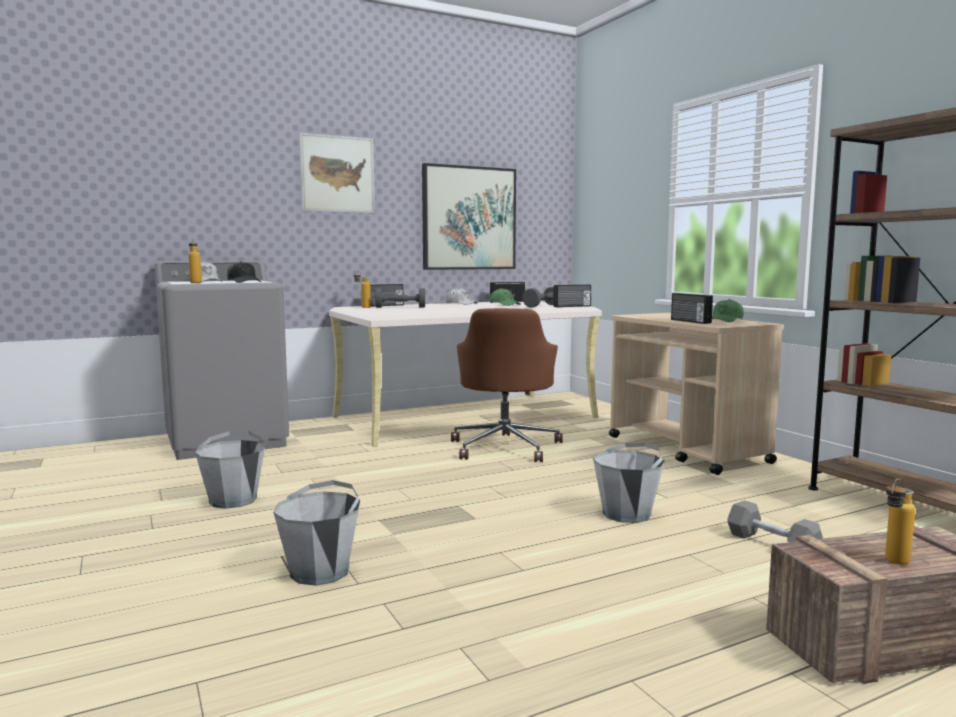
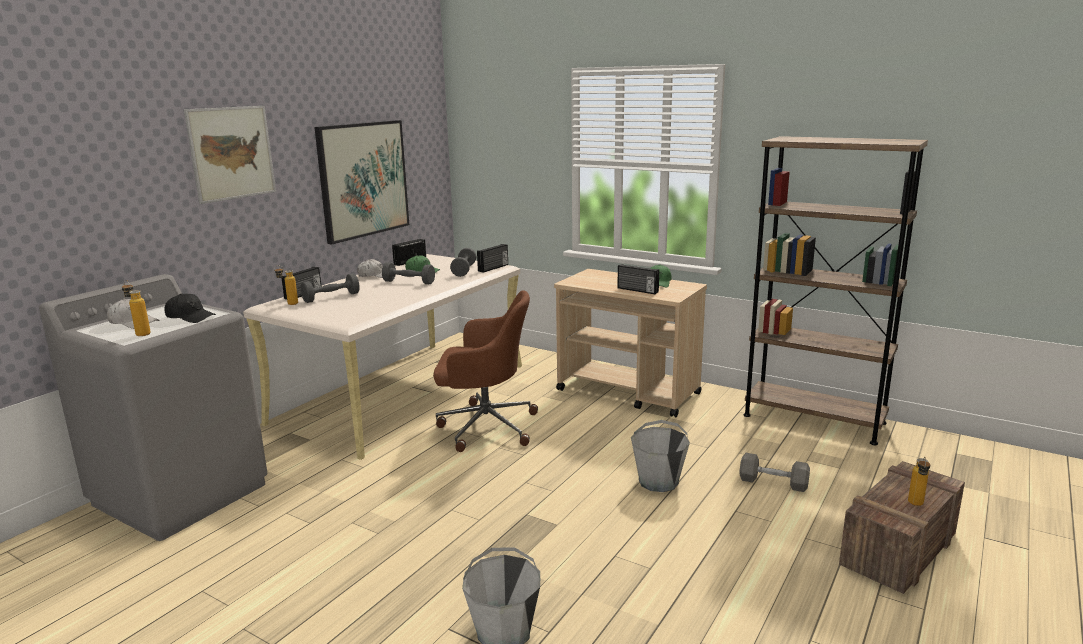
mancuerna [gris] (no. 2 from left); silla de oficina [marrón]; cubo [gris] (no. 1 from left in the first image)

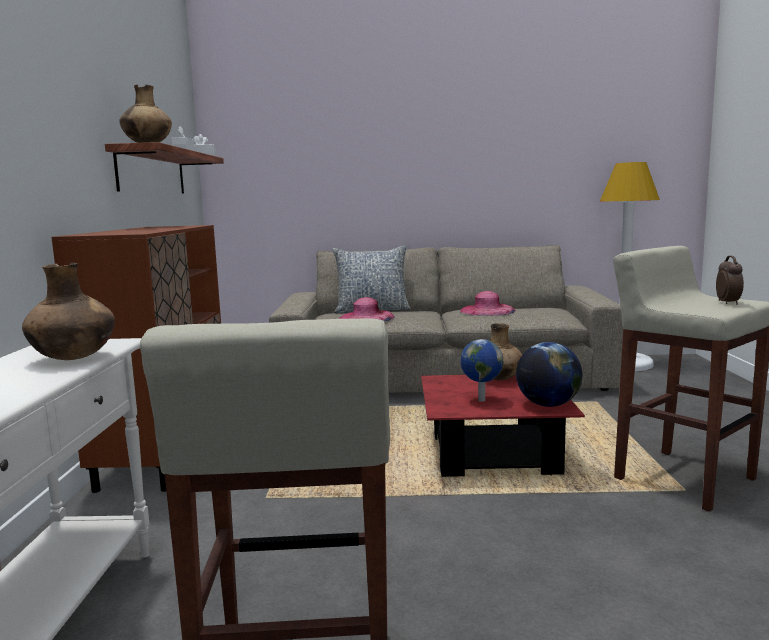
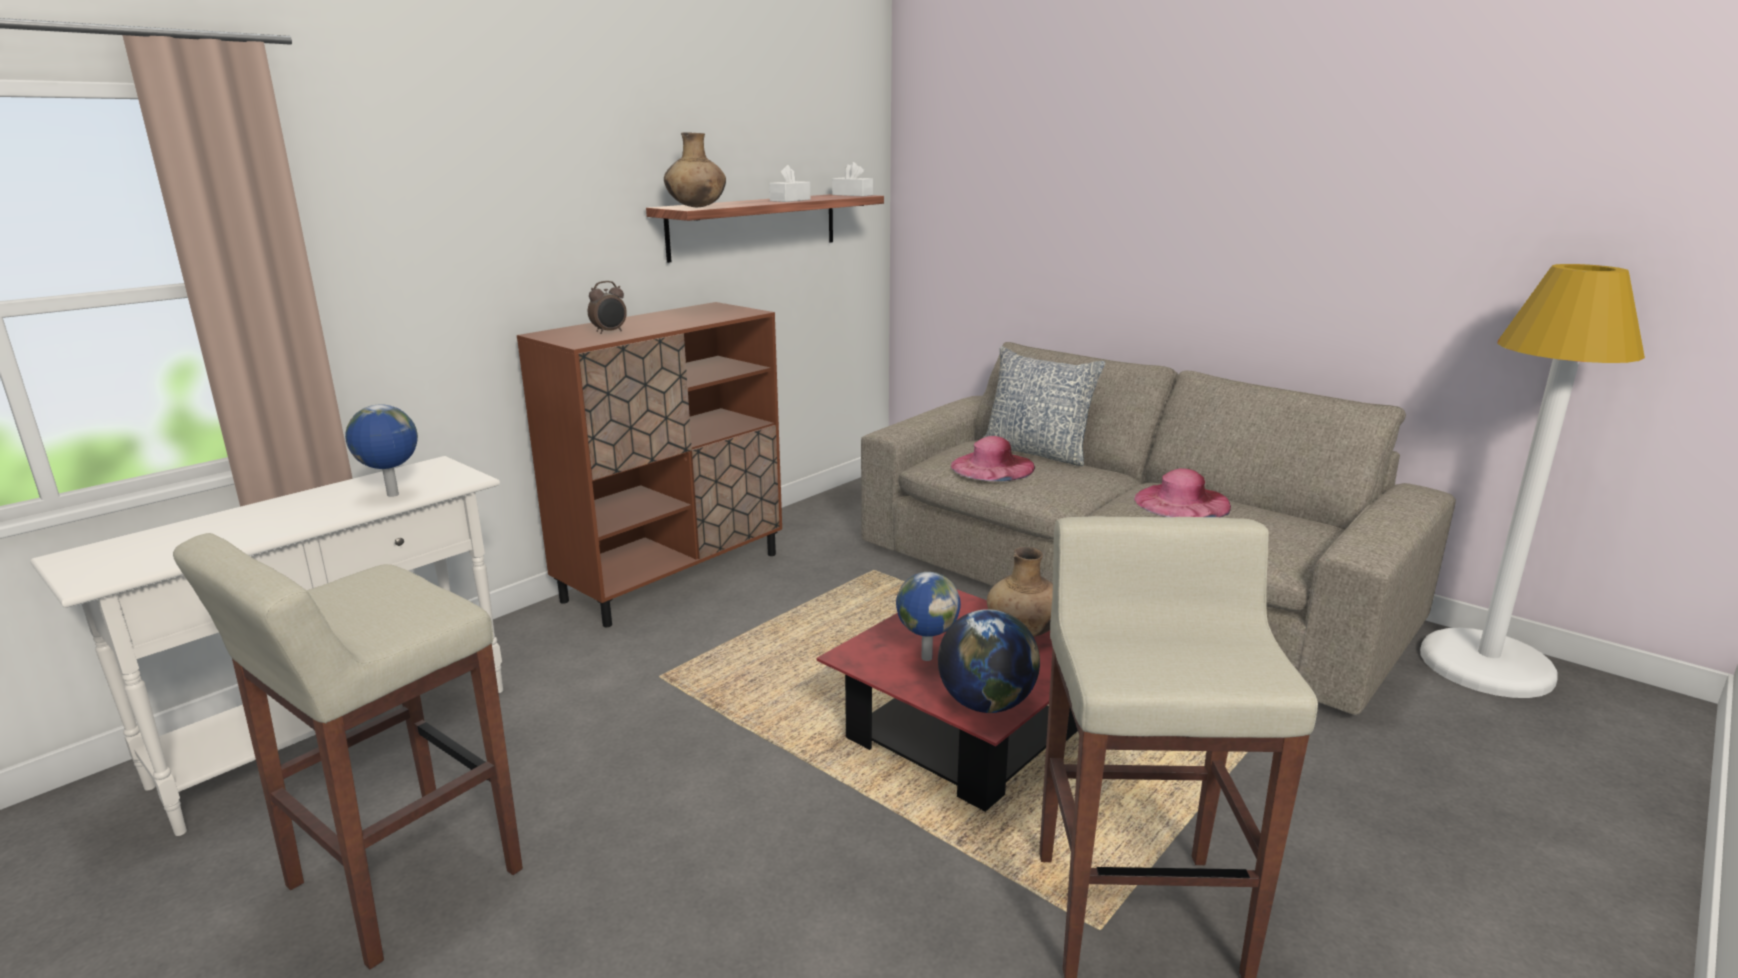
globo terráqueo (no. 1 from left); despertador

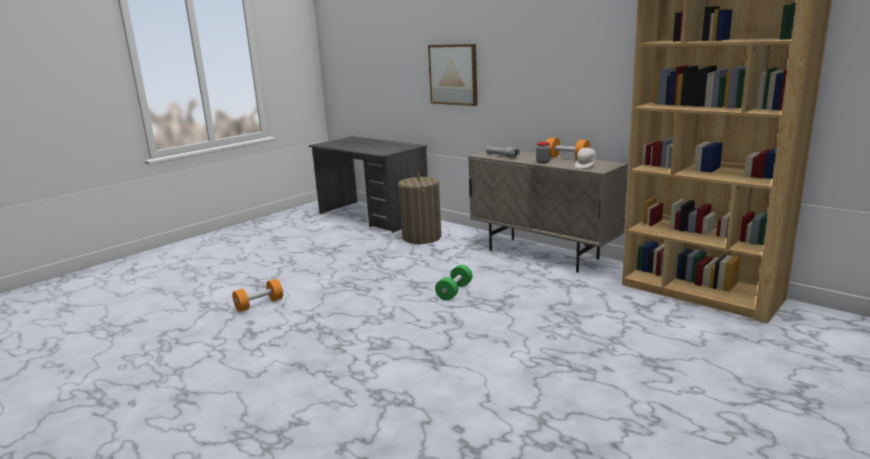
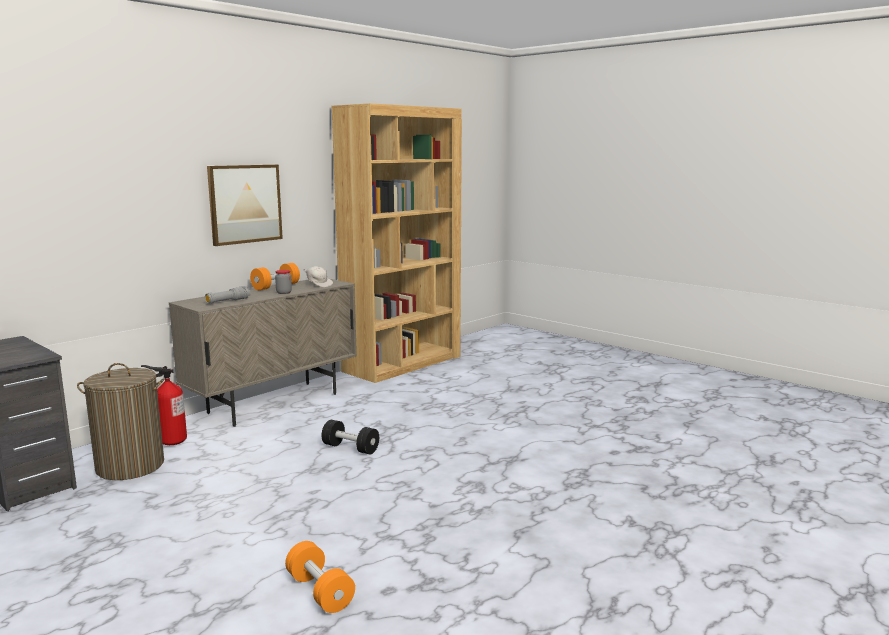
extintor; cuadro; mancuerna [negro]

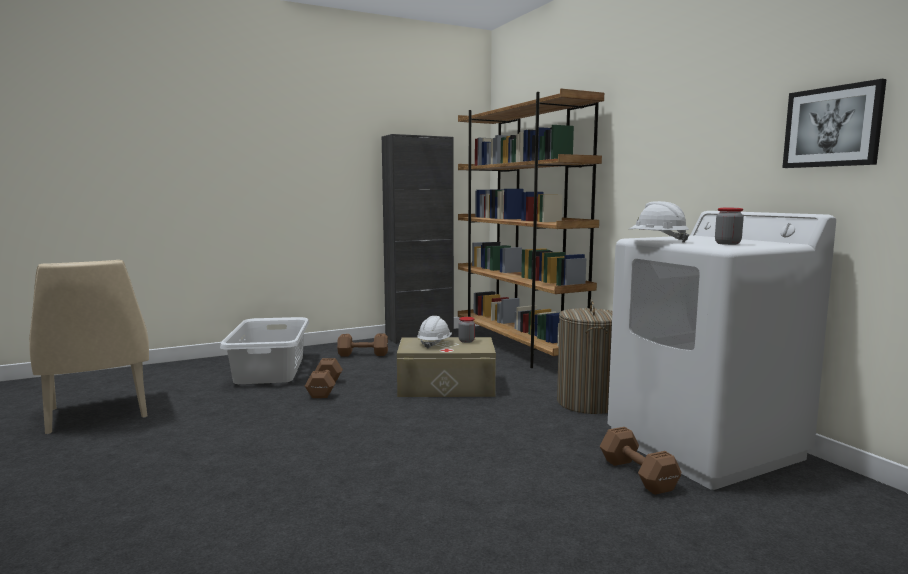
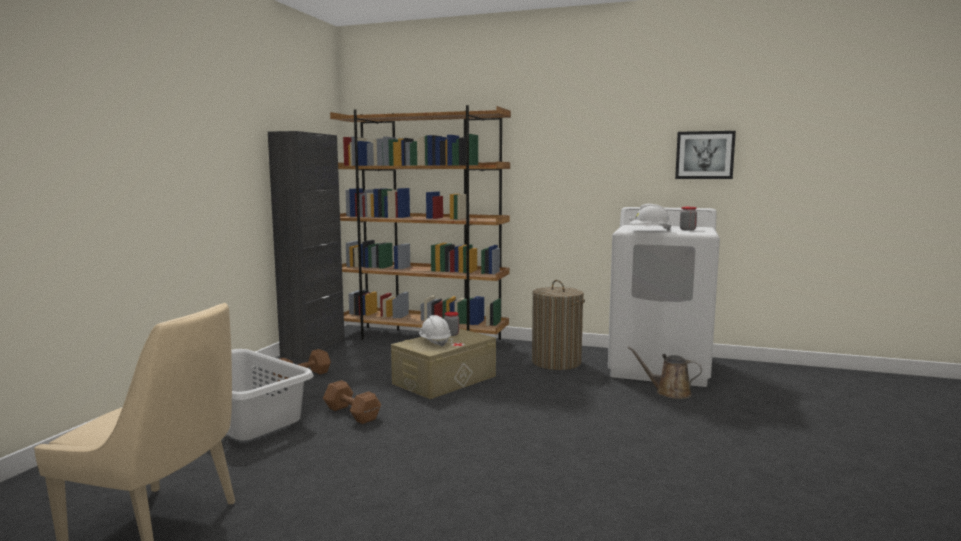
regadera [marrón]

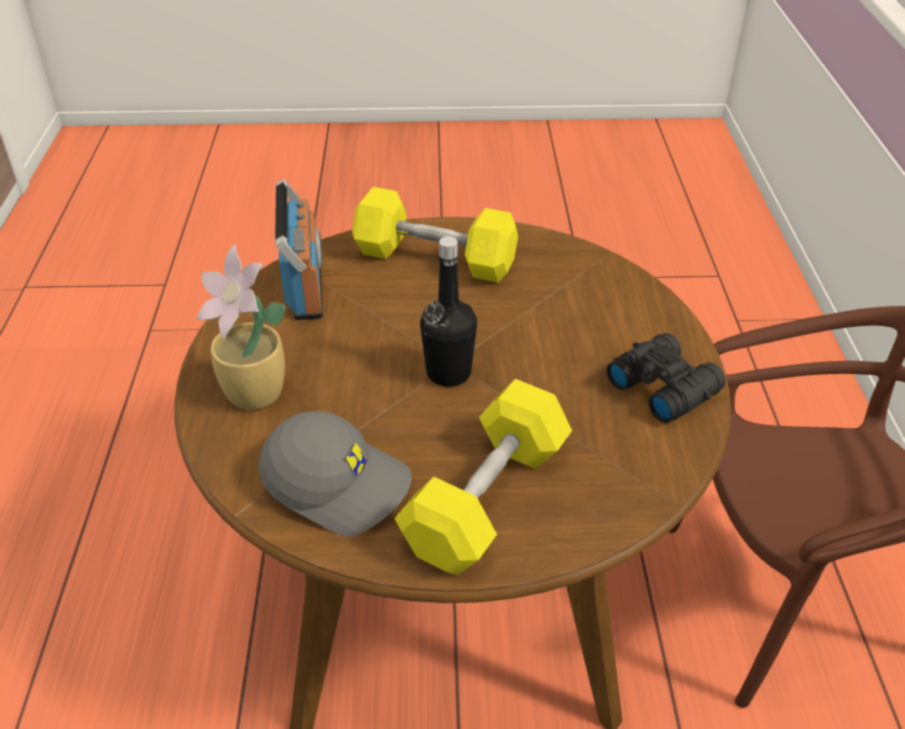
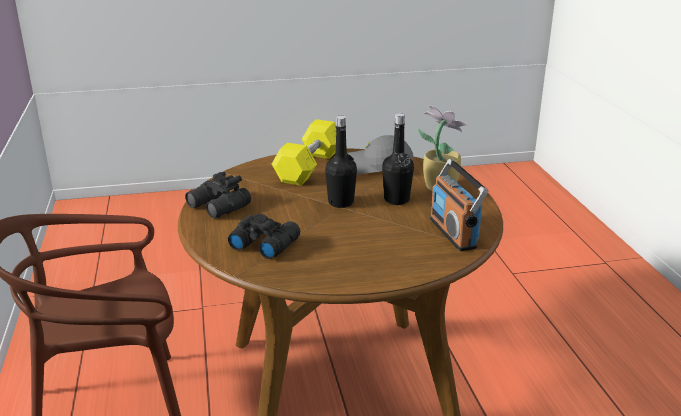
prismáticos [negro] (no. 2 from left); botella [negro] (no. 2 from left); mancuerna [amarillo] (no. 1 from left in the first image)

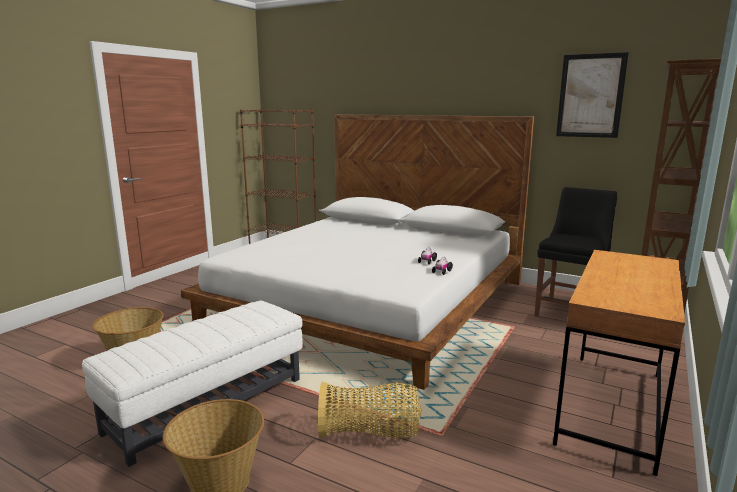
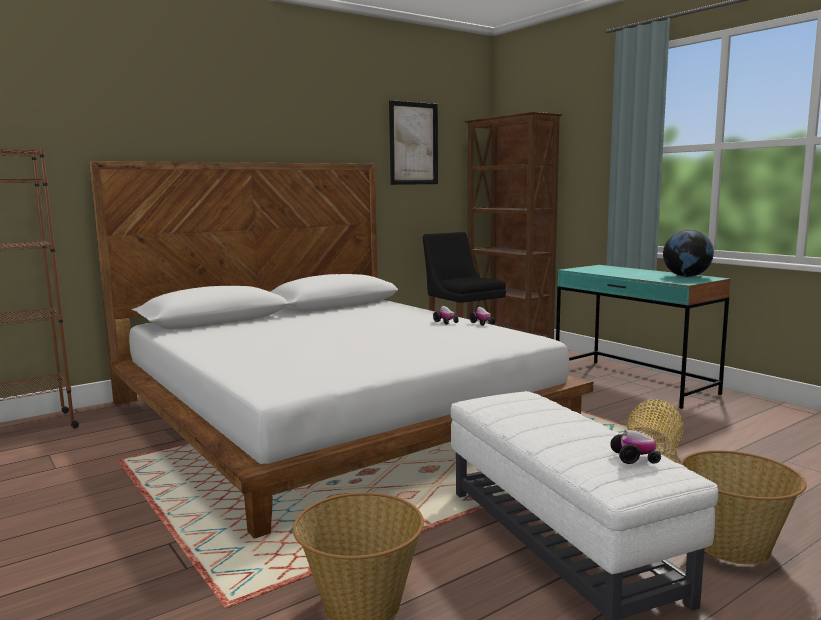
escritorio [turquesa]; coche de juguete (no. 3 from left); globo terráqueo

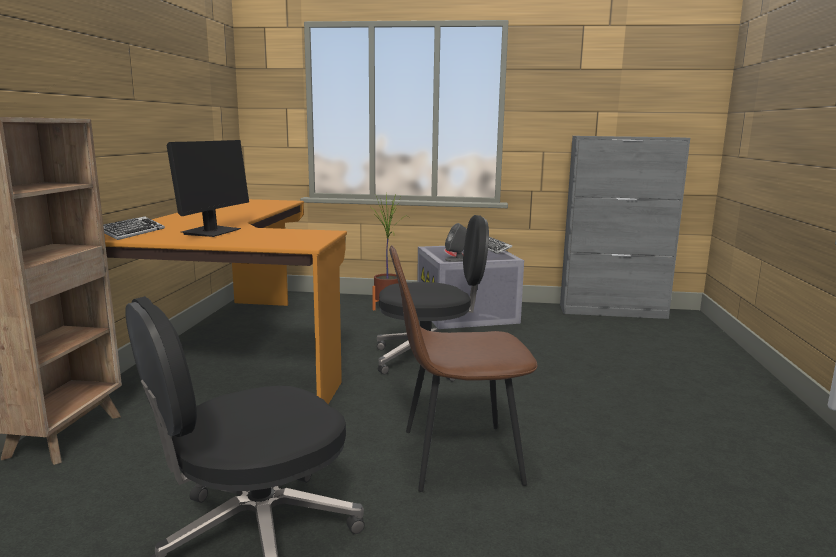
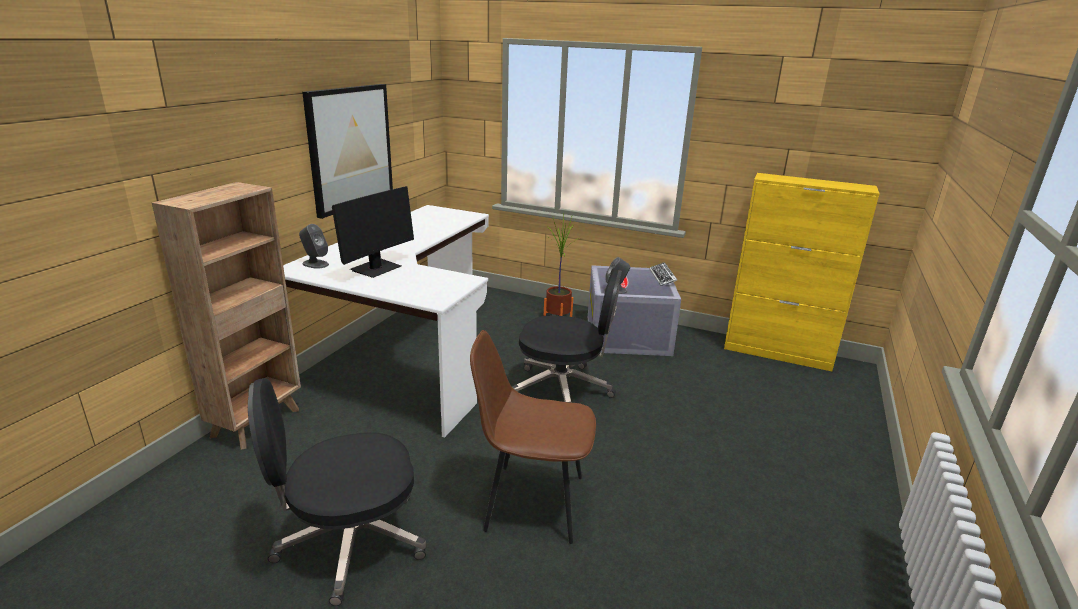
escritorio [blanco]; altavoz [gris] (no. 1 from left); cuadro; armario [amarillo]

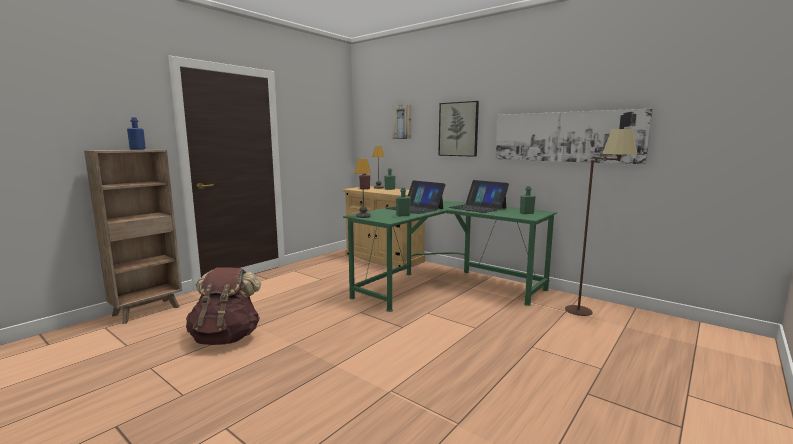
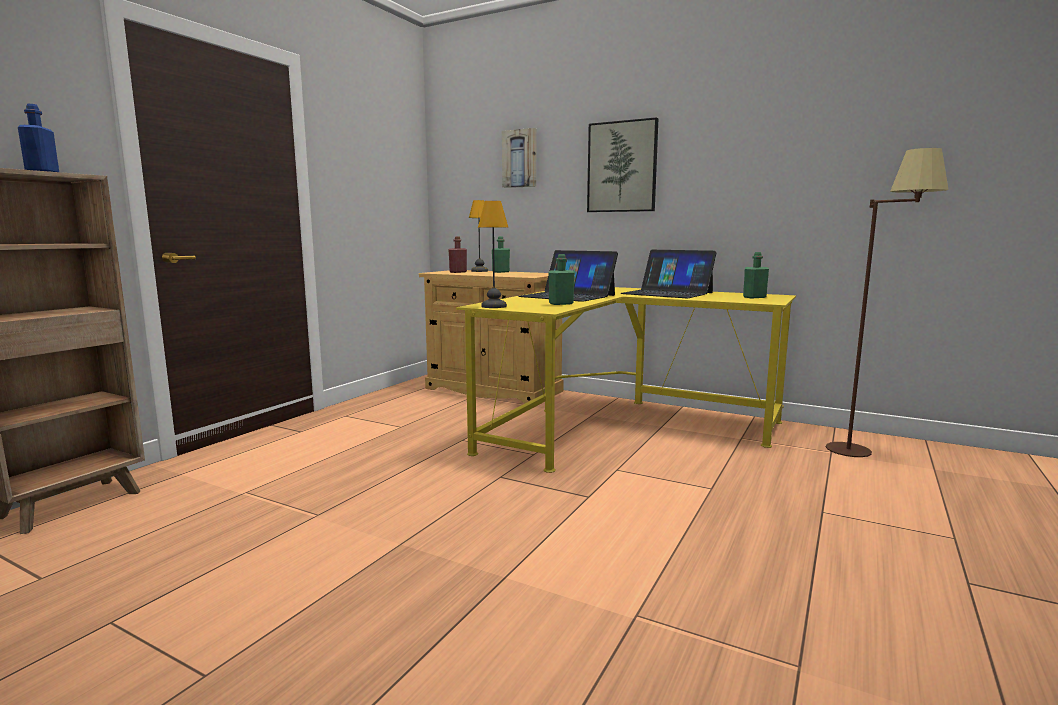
escritorio [amarillo]; mochila [marrón]; cuadro (no. 3 from left in the first image)

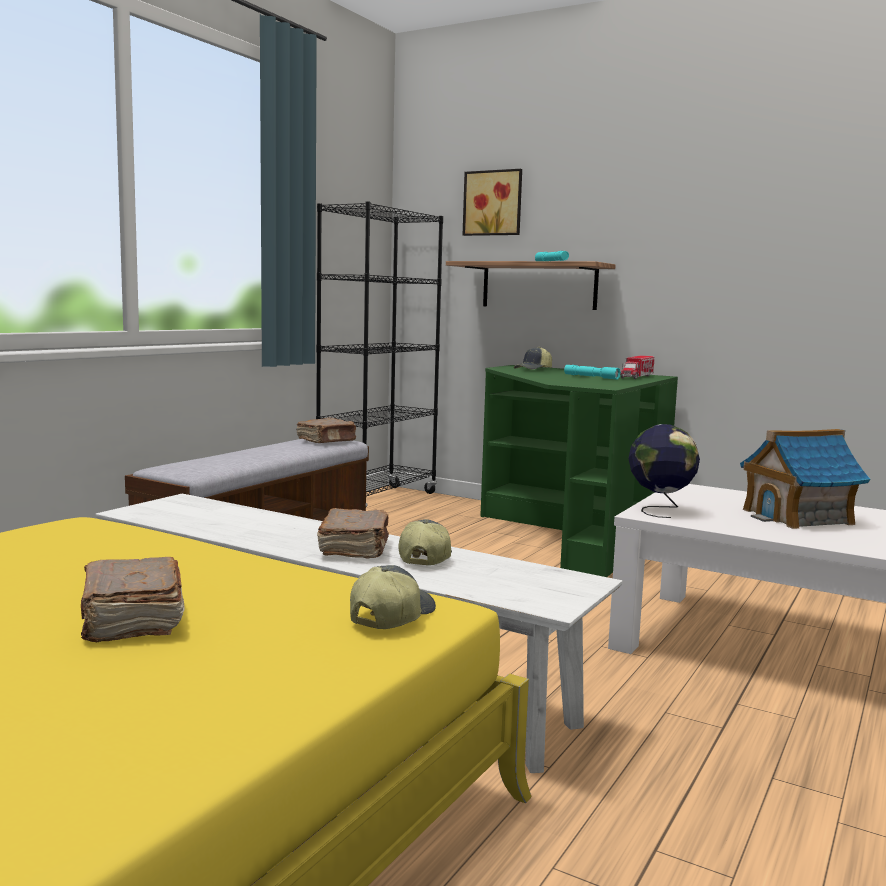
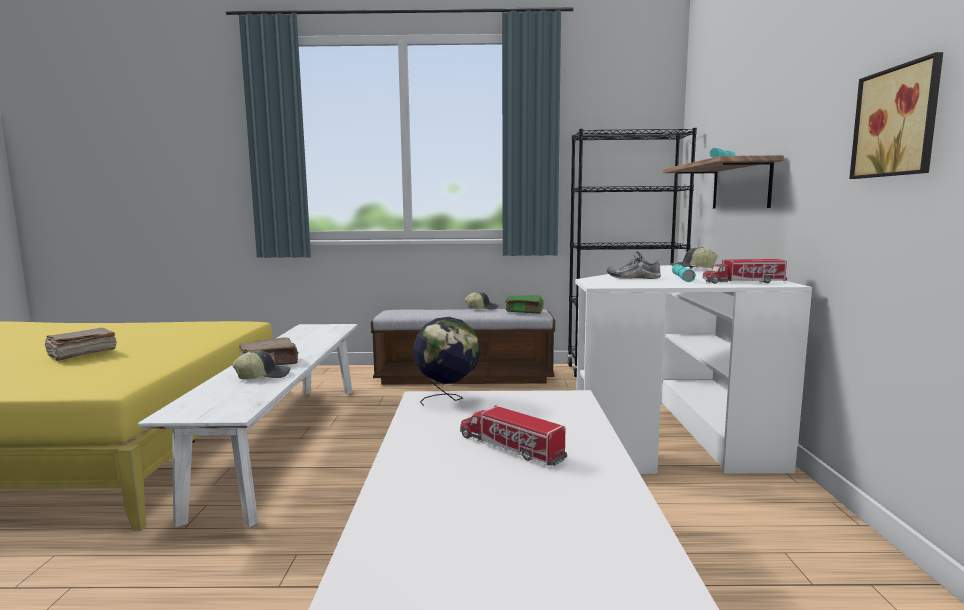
camión de juguete (no. 1 from left); gorra (no. 2 from left); libro [verde]; escritorio [blanco]; zapato; cuadro

